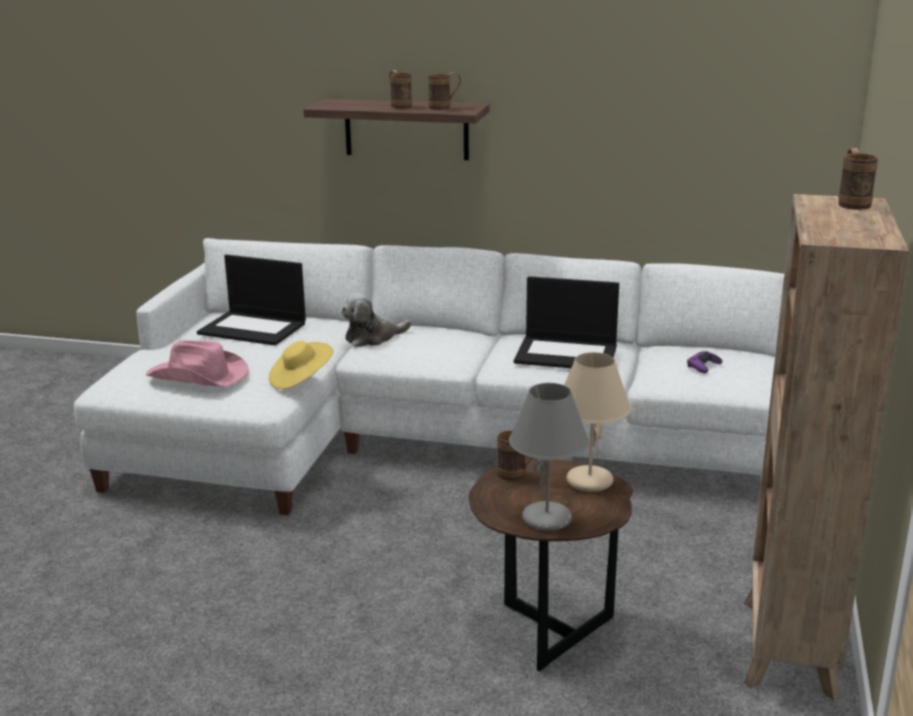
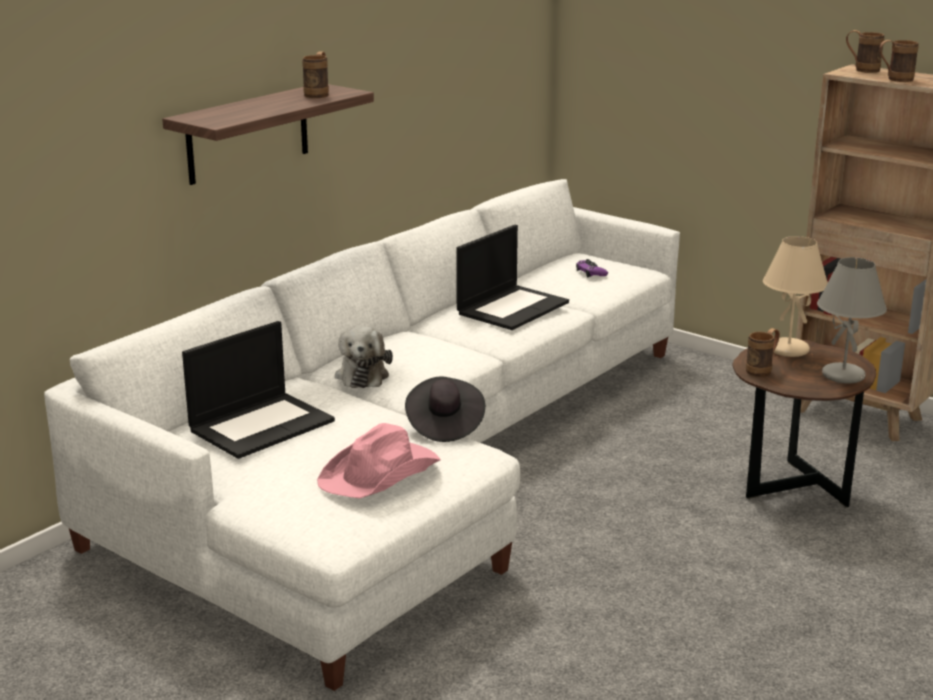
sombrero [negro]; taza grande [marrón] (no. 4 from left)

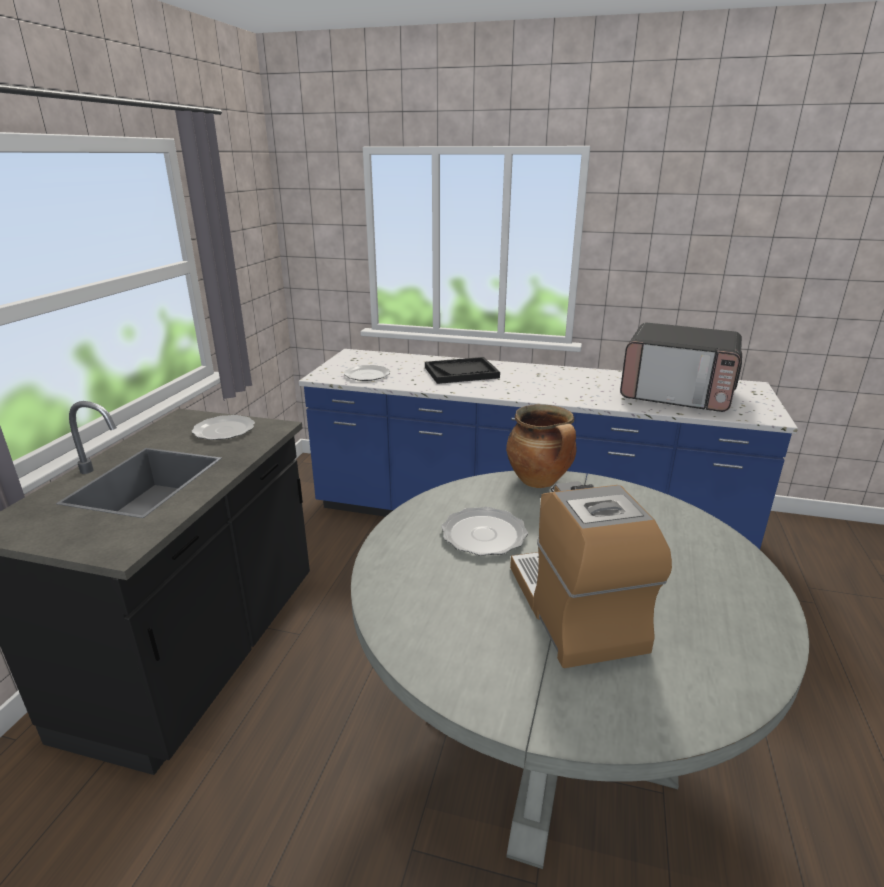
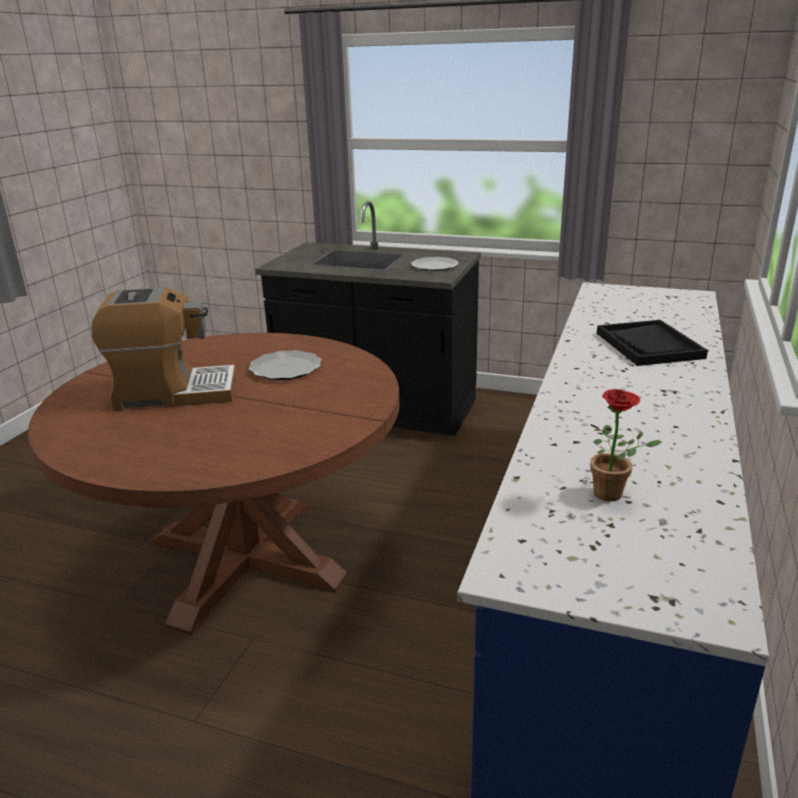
mesa de comedor [marrón]; planta en maceta; plato (no. 2 from left in the first image); olla

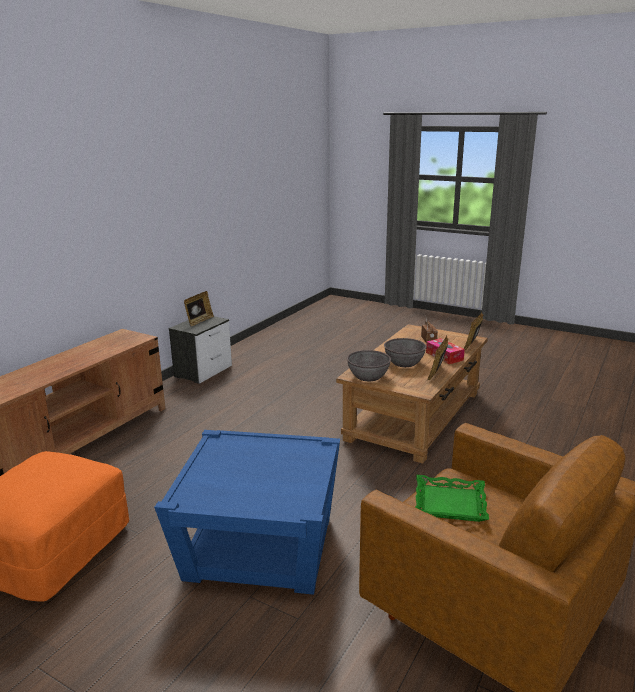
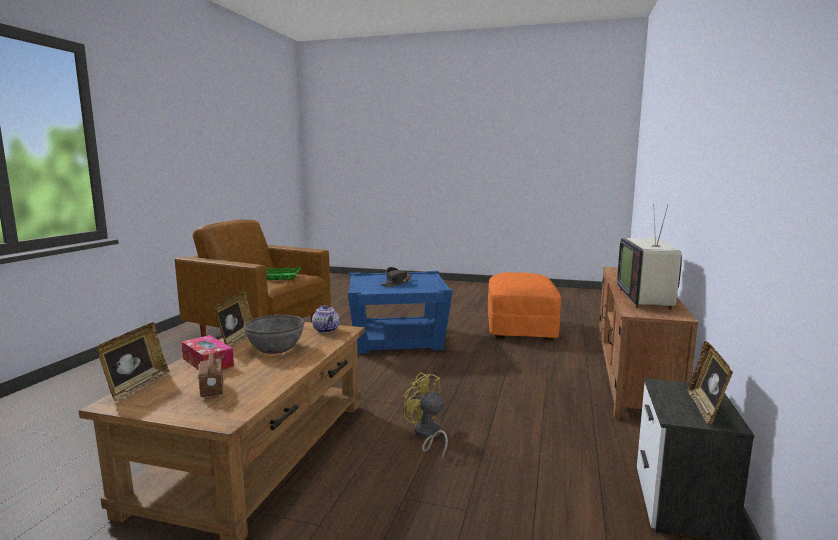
tetera; sombrero [negro]; ventilador [amarillo]; televisor

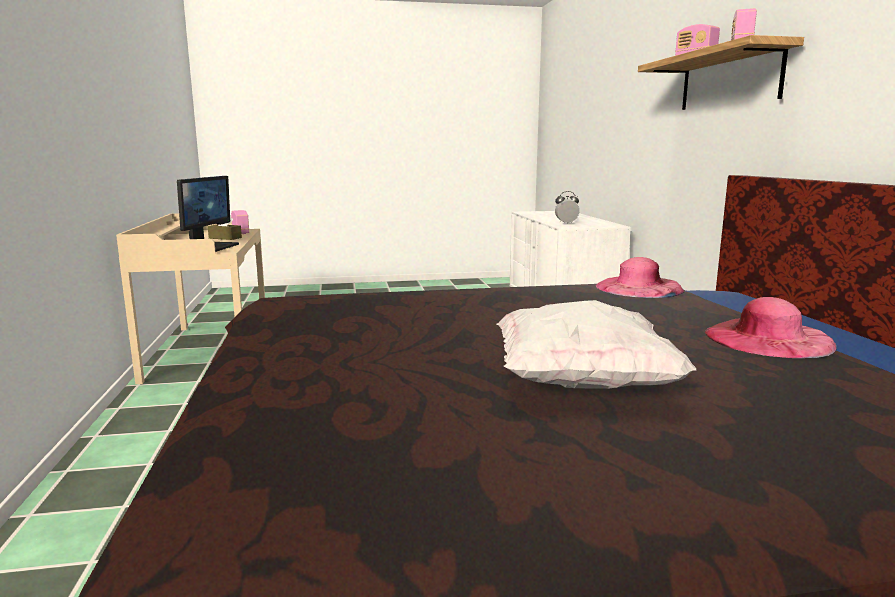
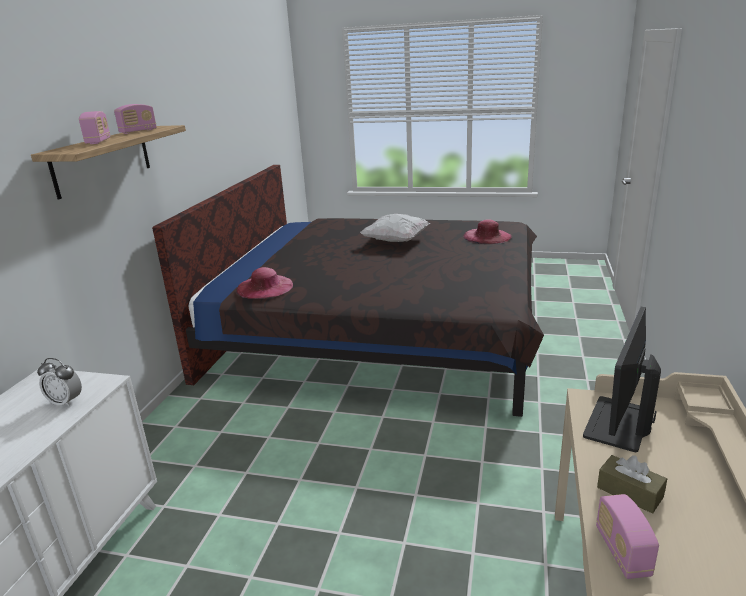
sombrero [rosa] (no. 2 from left)

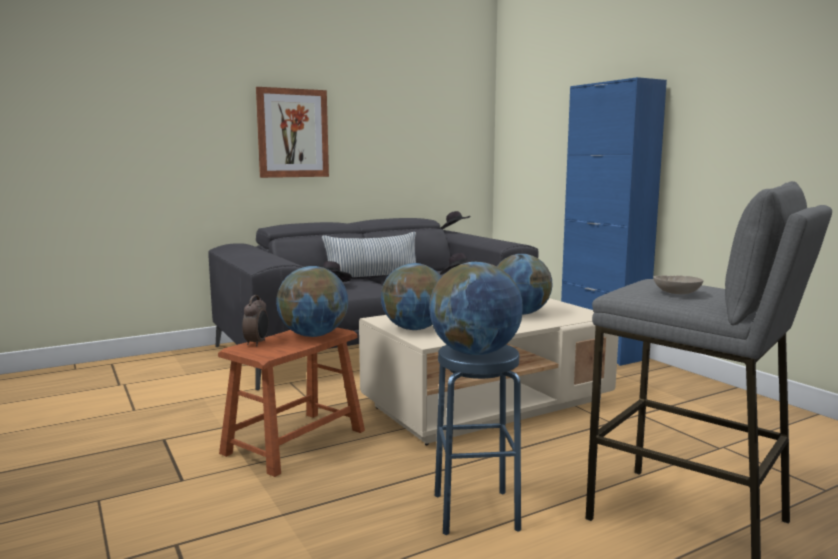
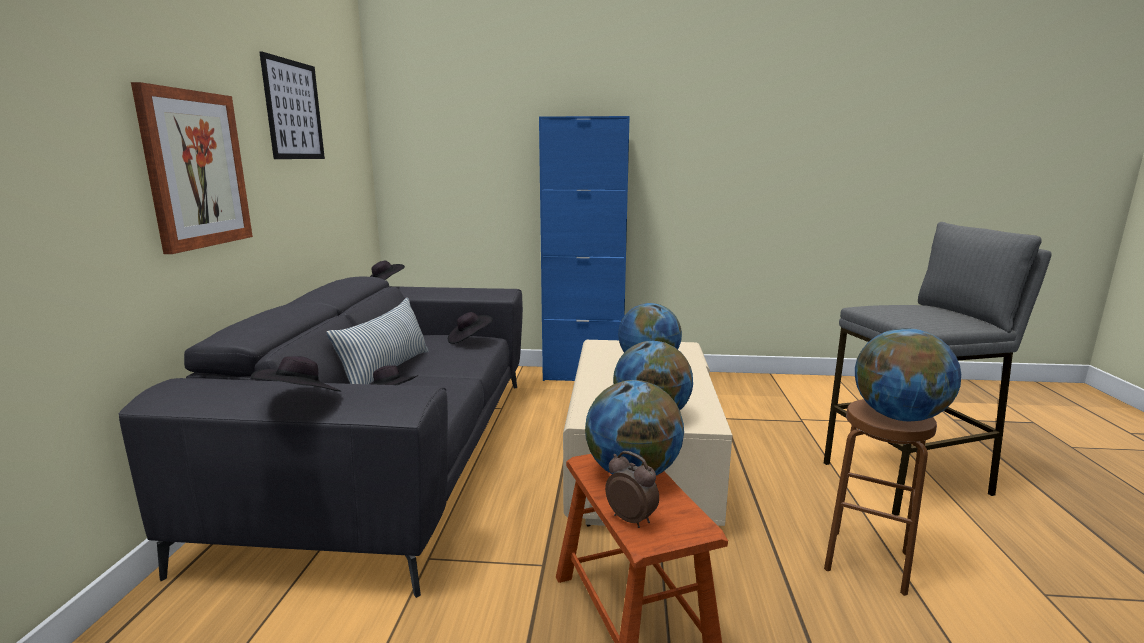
sombrero [negro] (no. 1 from left); cuadro (no. 2 from left); taburete [marrón] (no. 2 from left); cuenco [beis]

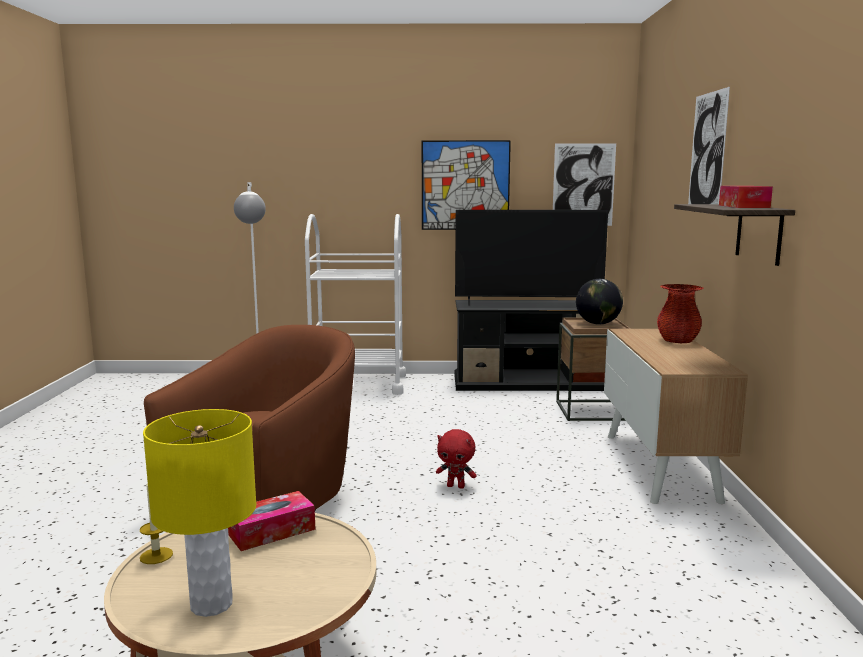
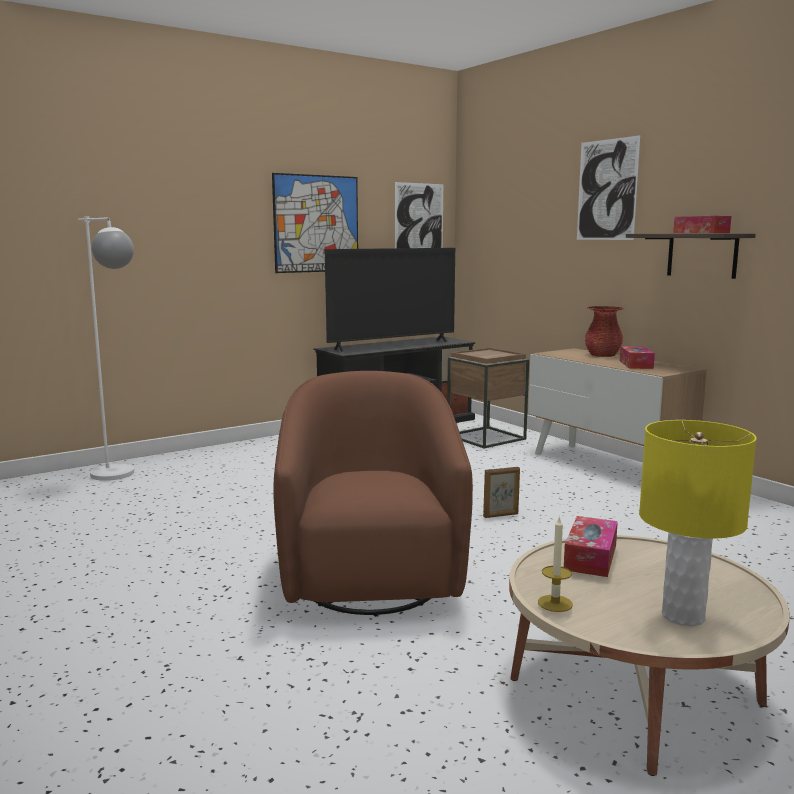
portarretratos; caja de pañuelos (no. 2 from left); carrito [blanco]; globo terráqueo

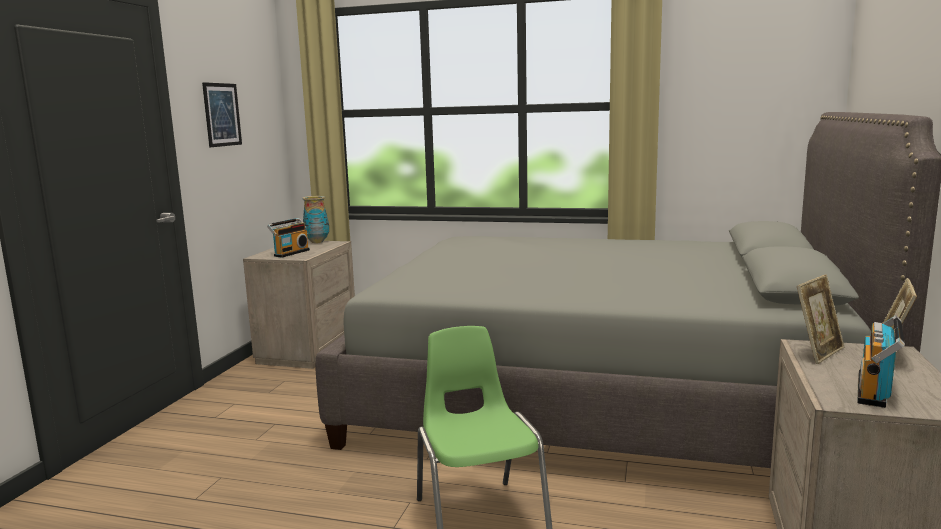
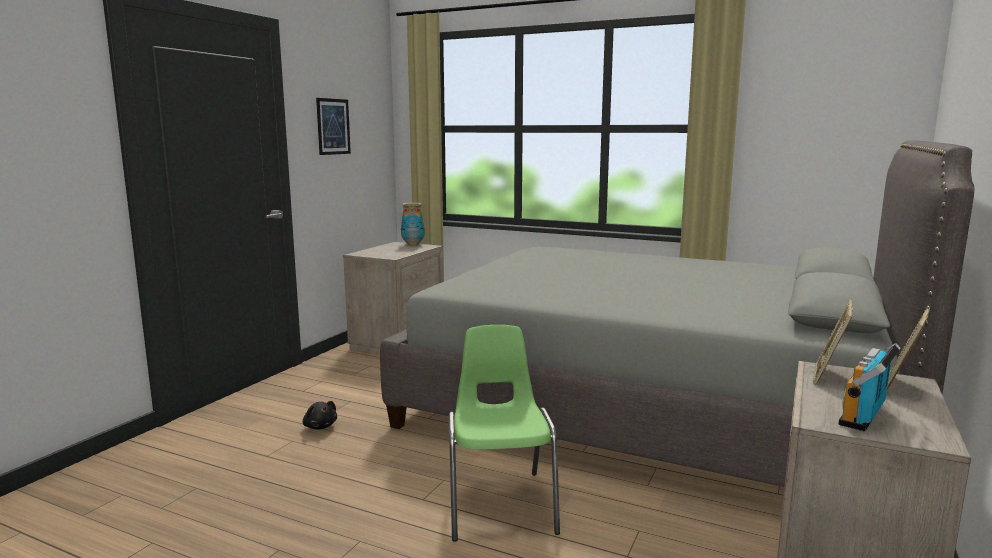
peluche [negro]; portarretratos (no. 1 from left); radio (no. 1 from left in the first image)

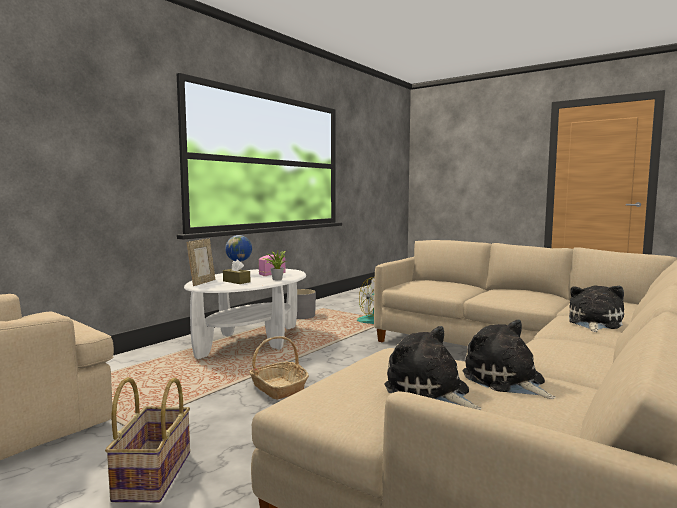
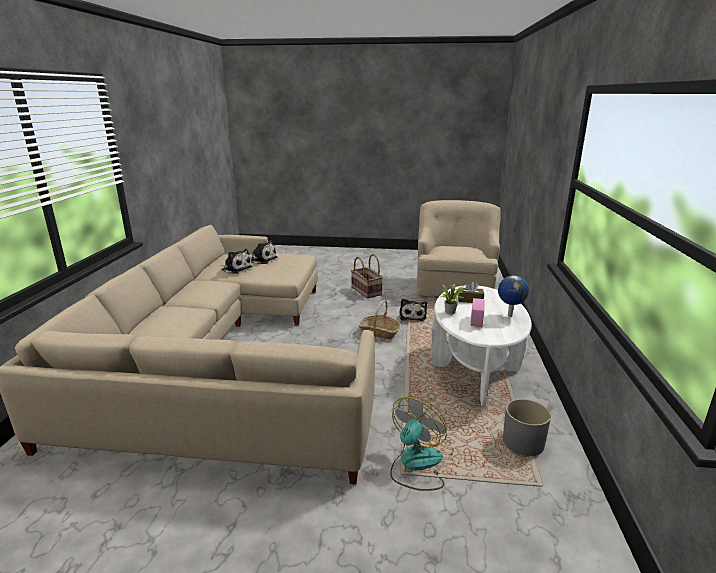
peluche (no. 3 from left); portarretratos

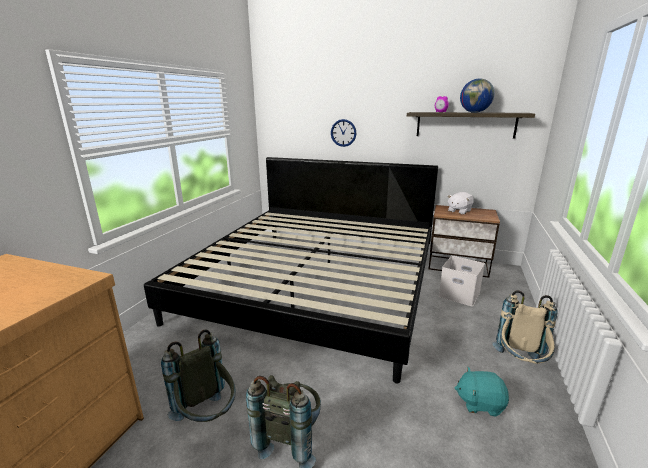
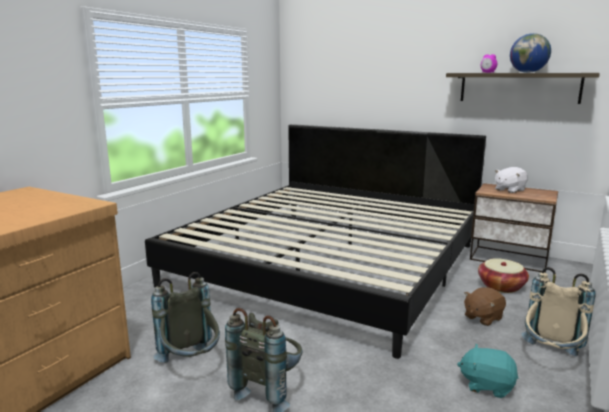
peluche [marrón]; cesta; reloj de pared

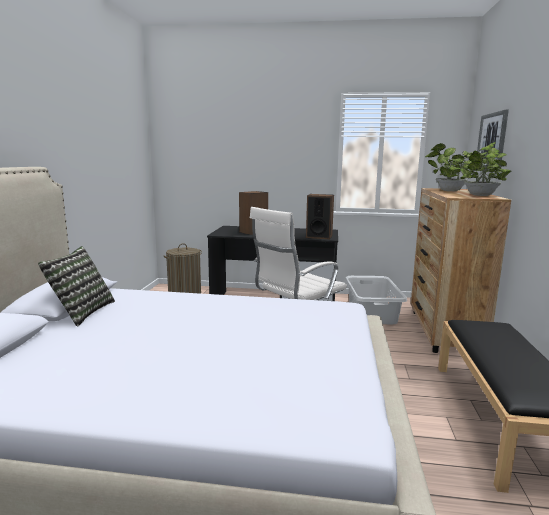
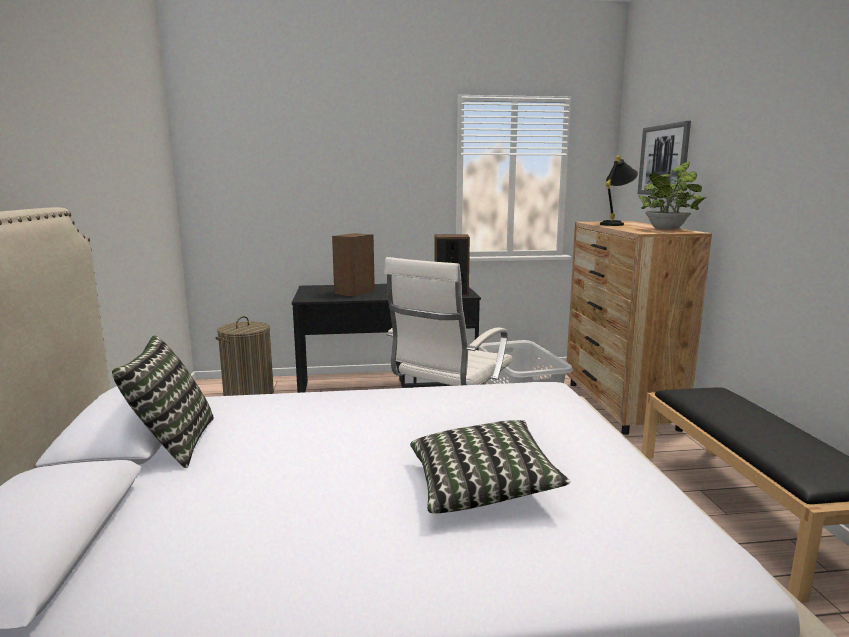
cojín (no. 2 from left); lámpara de mesa [negro]

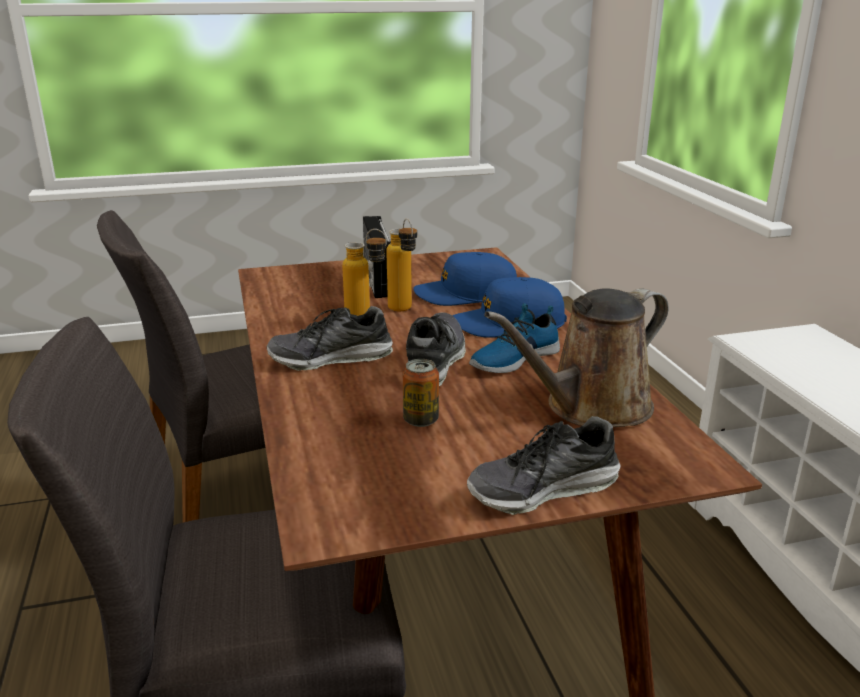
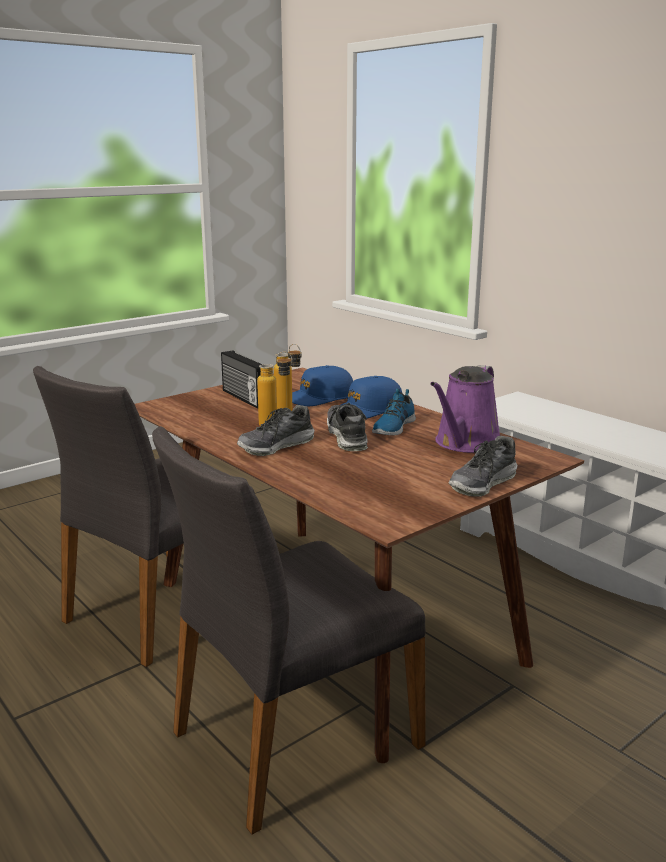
regadera [morado]; lata

